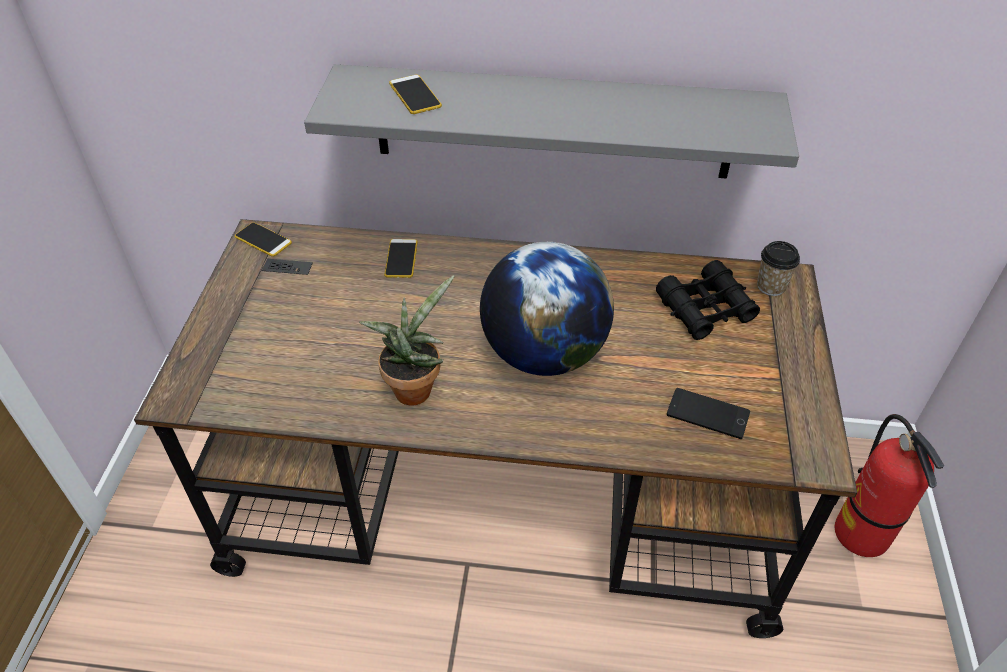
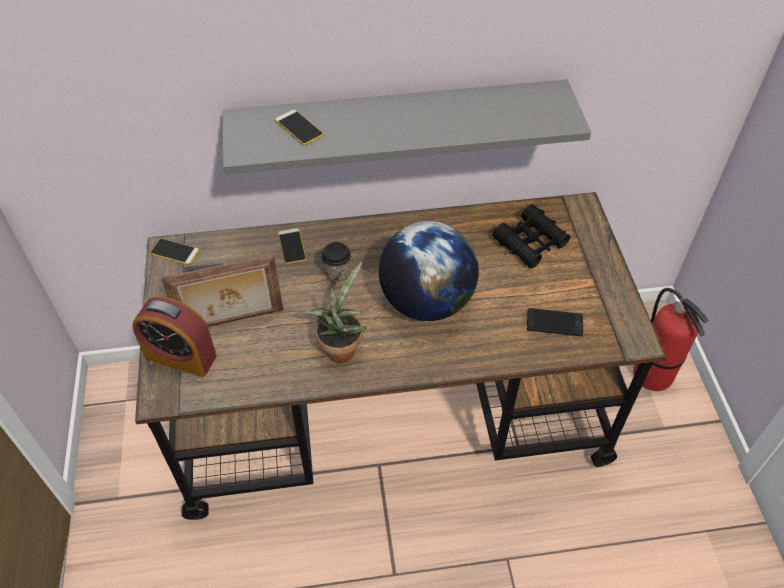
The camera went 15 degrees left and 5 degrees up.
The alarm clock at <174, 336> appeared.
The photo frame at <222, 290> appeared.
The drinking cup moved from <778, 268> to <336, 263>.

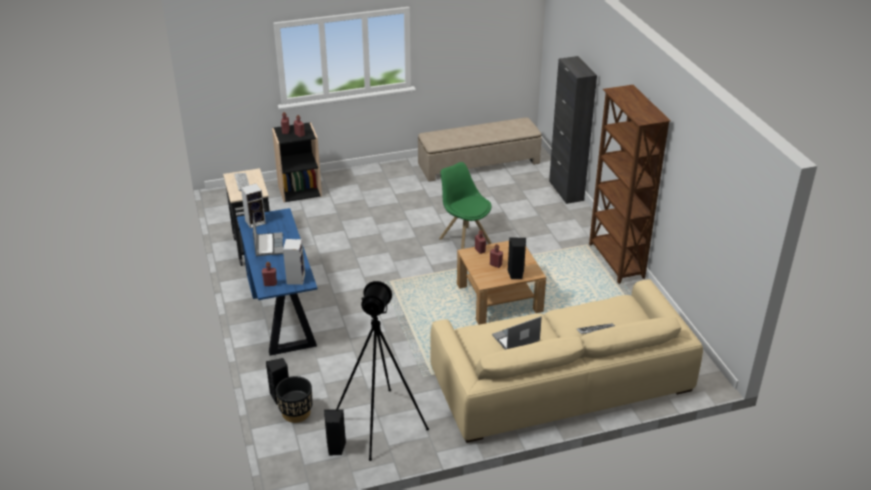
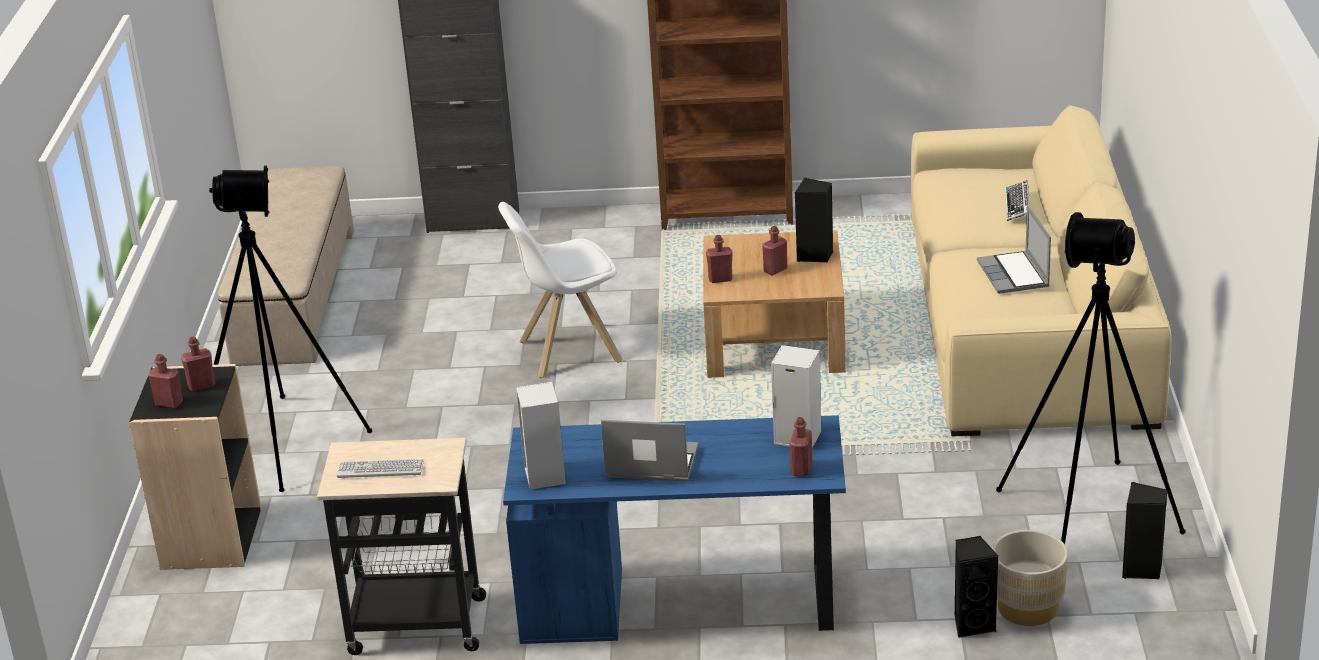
The camera went 70 degrees left and 5 degrees down.
The blackish floor lamp at <290, 329> appeared.
The blackish plant pot at <294, 399> became the beige-coloured plant pot at <1030, 578>.
The green upright chair at <465, 205> became the white upright chair at <560, 290>.

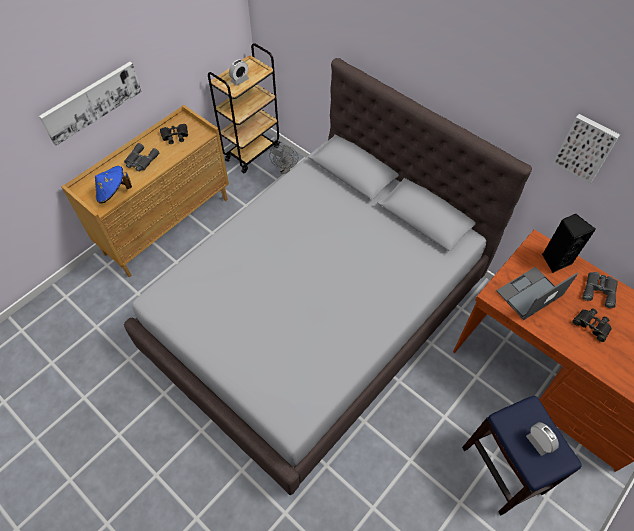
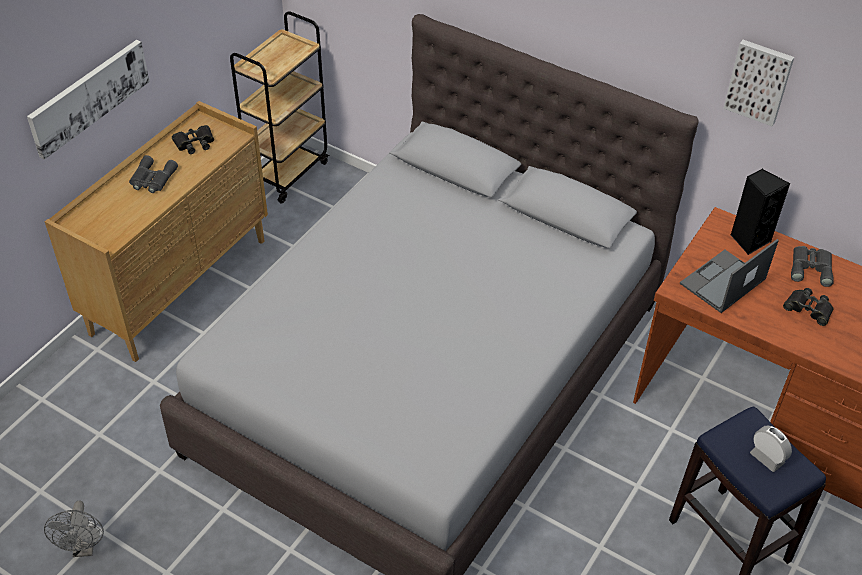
The camera went 10 degrees left and 10 degrees down.
The blue-coloured hat at <113, 184> disappeared.
The alarm clock at <239, 73> disappeared.
The greyish cooling fan moved from <283, 159> to <74, 528>.

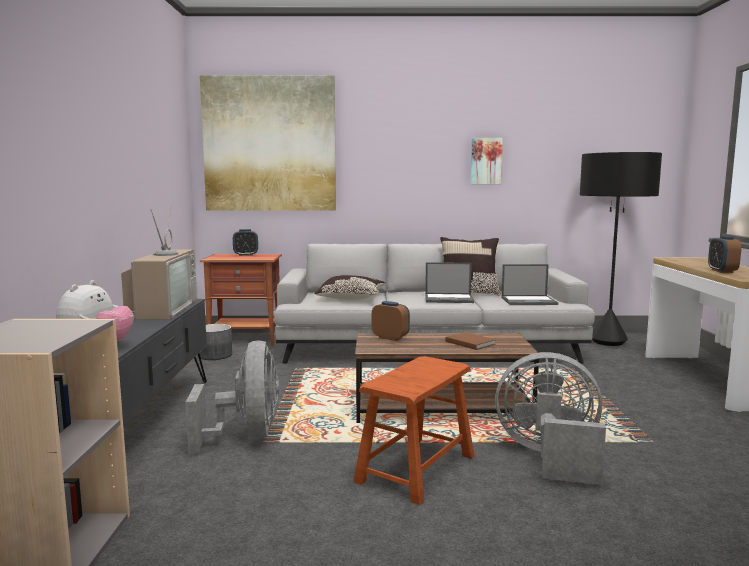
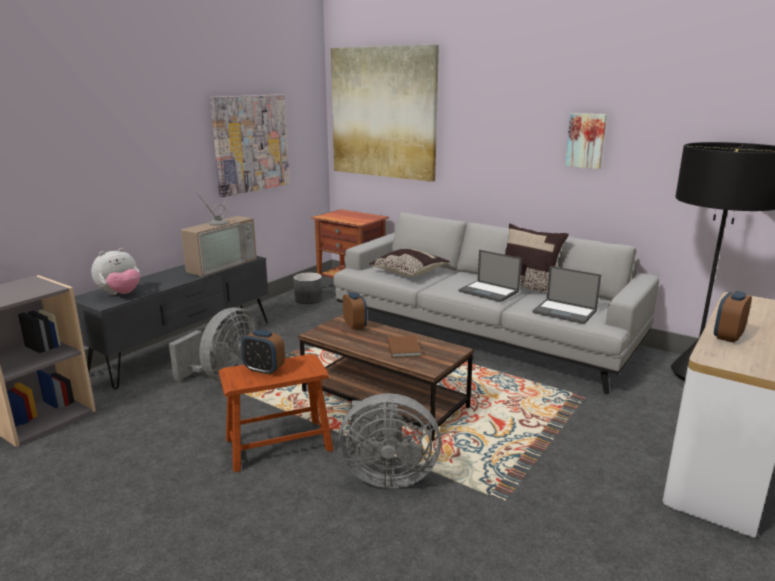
The camera went 35 degrees right and 10 degrees up.
The wall art at <250, 145> appeared.
The alarm clock moved from <245, 242> to <263, 352>.
The greyish cooling fan at <550, 418> turned 135 degrees clockwise.

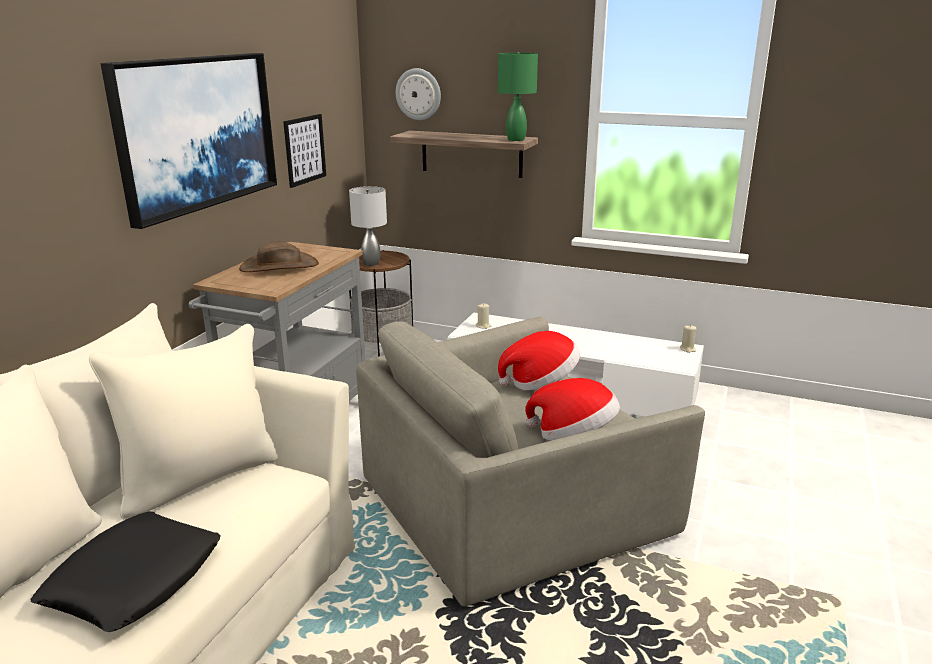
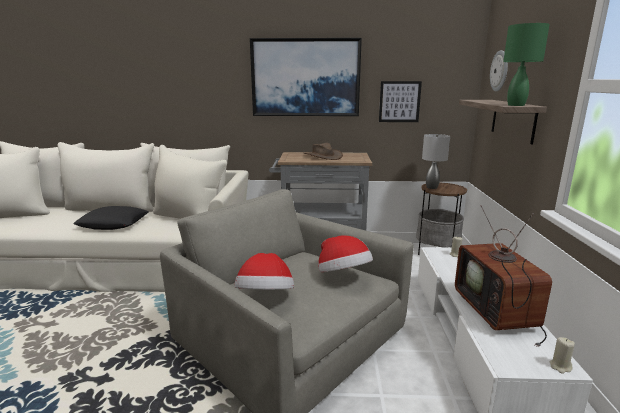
The camera went 70 degrees right and 5 degrees down.
The television at <503, 276> appeared.

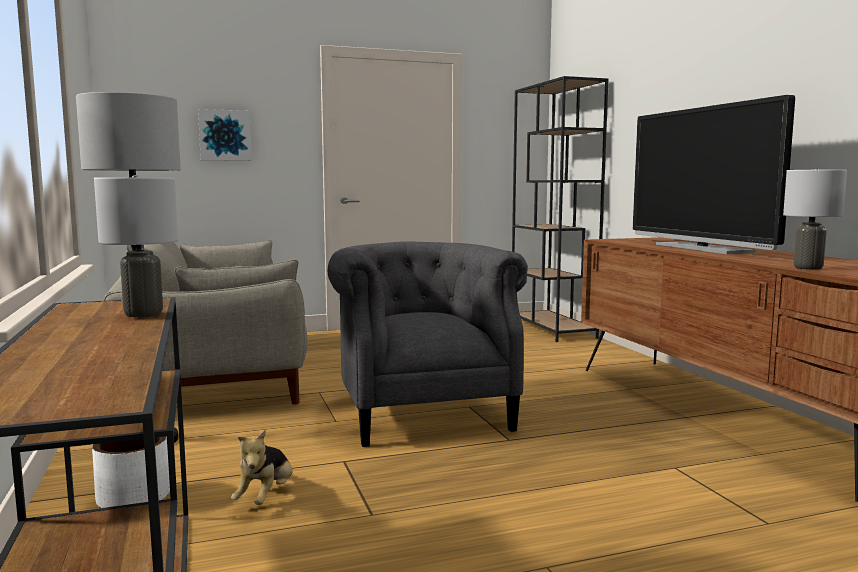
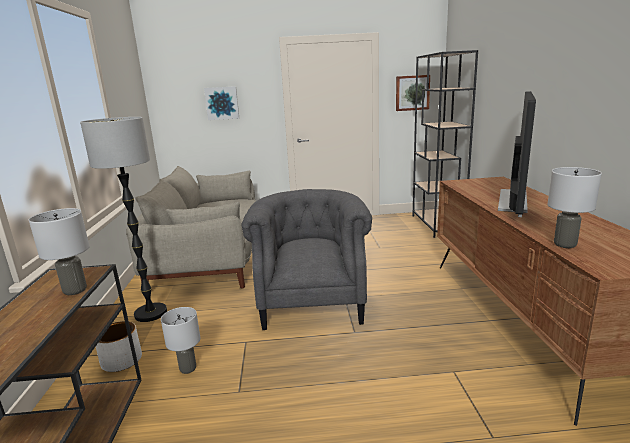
The camera went 15 degrees right and 10 degrees up.
The wall art at <413, 93> appeared.
The cuddly toy at <262, 467> was replaced by the white tabletop lamp at <180, 340>.
The television at <714, 174> turned 150 degrees counterclockwise.

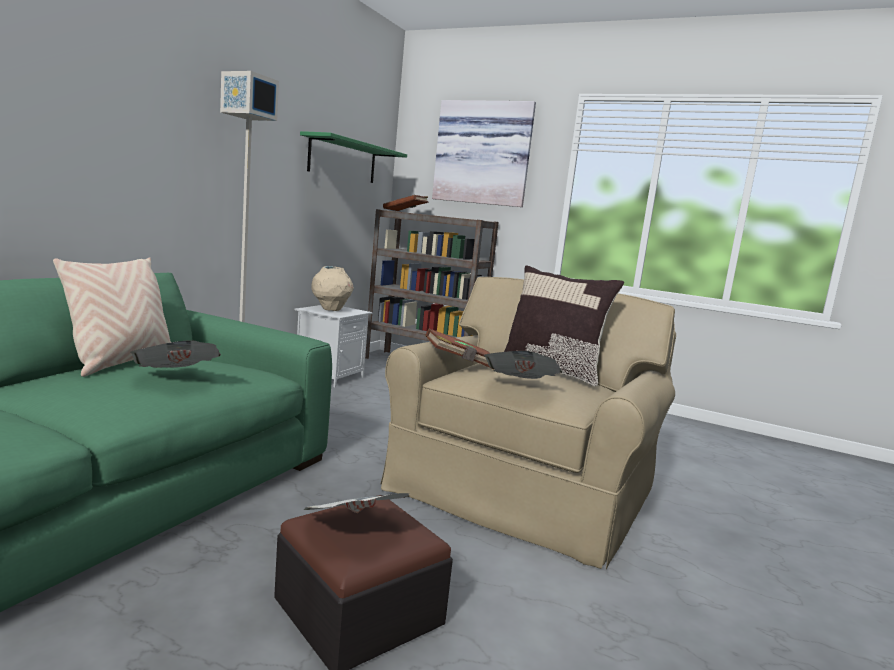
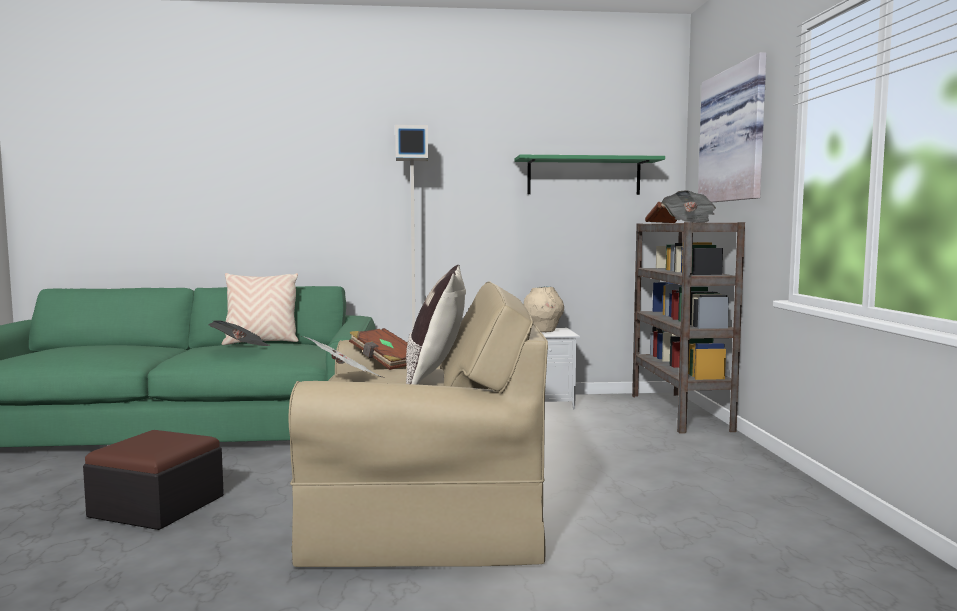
The camera went 60 degrees right and 5 degrees down.
The daily paper moved from <356, 503> to <689, 206>.

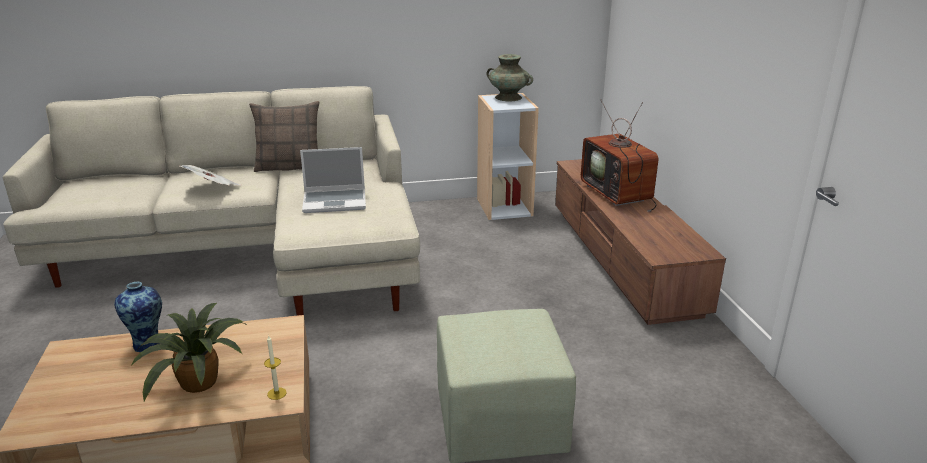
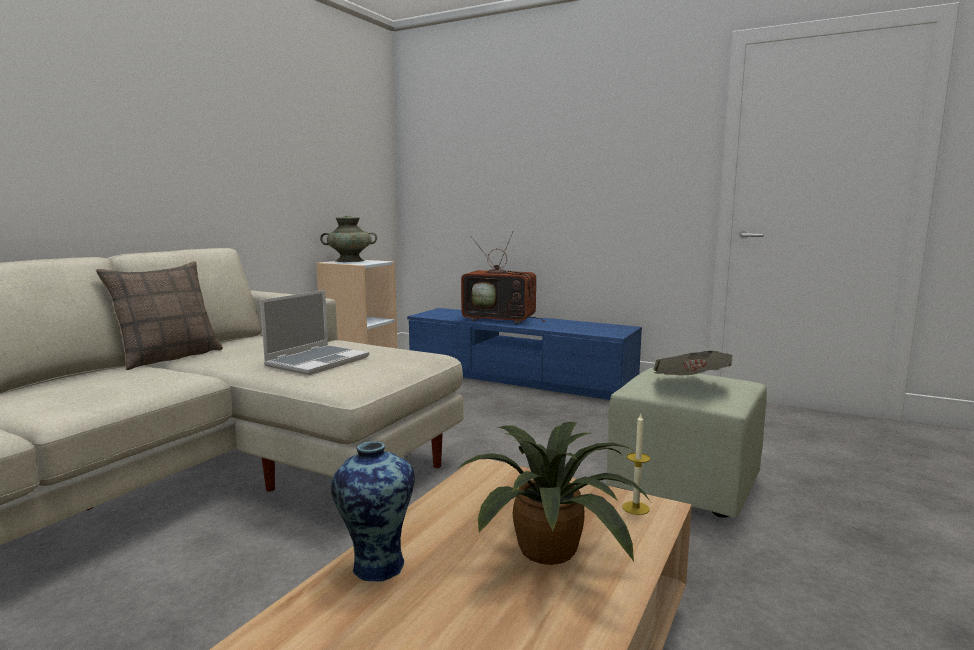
The camera went 50 degrees left and 15 degrees down.
The daily paper moved from <210, 175> to <693, 363>.
The brown media console at <640, 242> became the blue-coloured media console at <524, 354>.

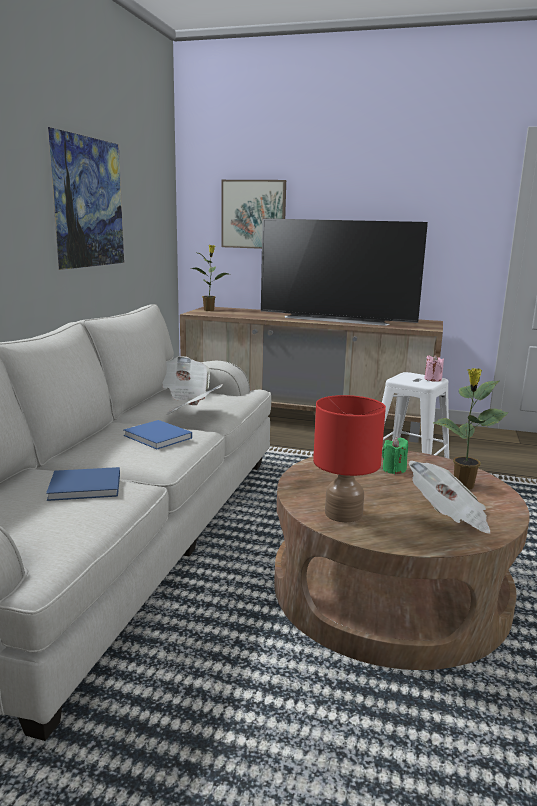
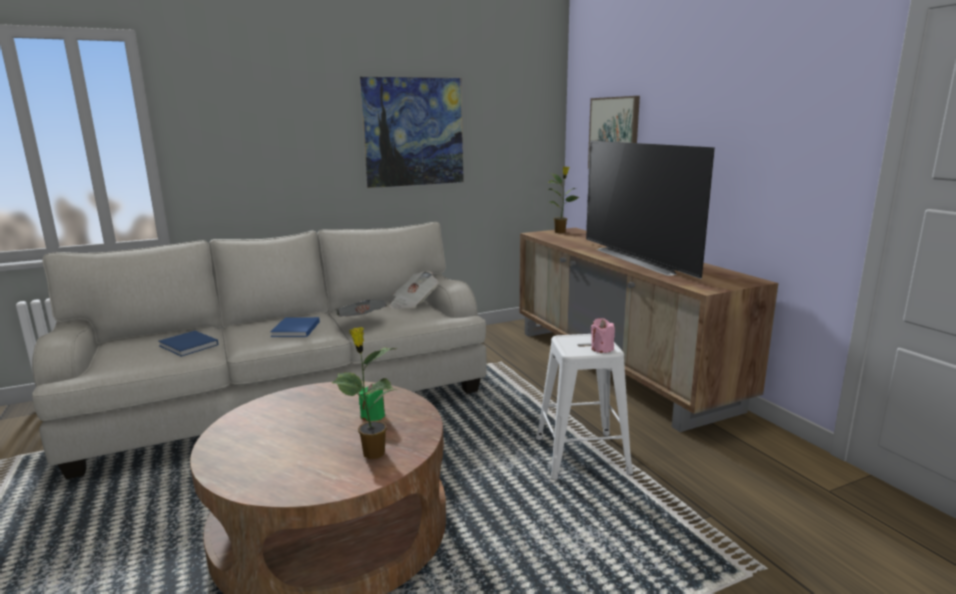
The camera went 50 degrees right and 0 degrees up.
The reddish tabletop lamp at <349, 458> disappeared.
The daily paper at <449, 497> disappeared.

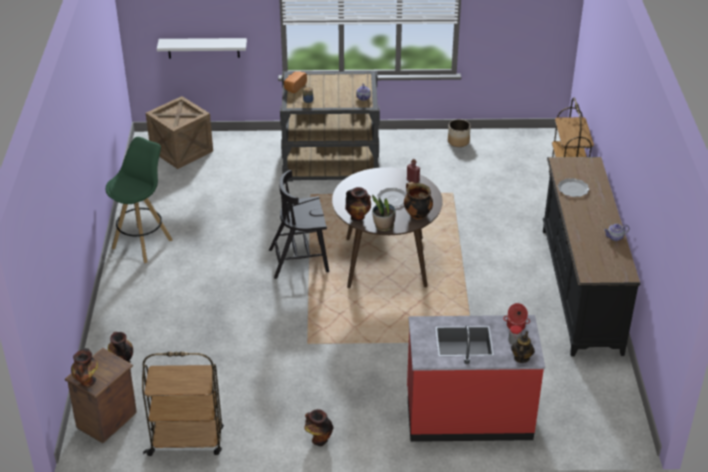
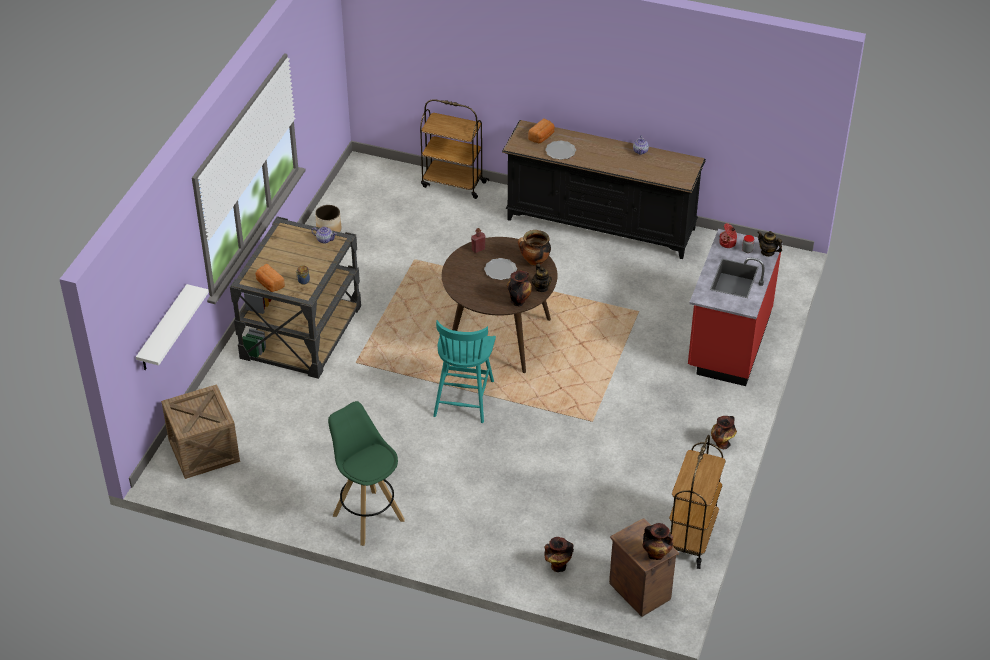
The camera went 70 degrees left and 5 degrees up.
The bread at <541, 130> appeared.
The potted plant at <384, 213> was replaced by the teapot at <542, 277>.
The blackish upright chair at <299, 224> became the blue-green upright chair at <464, 371>.

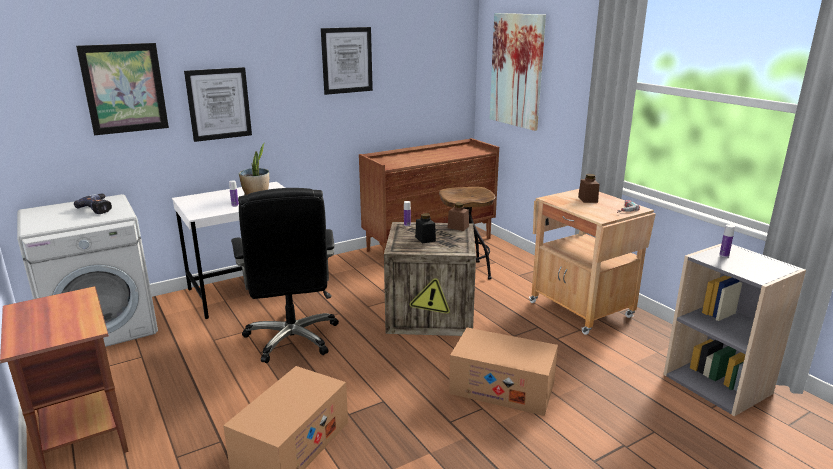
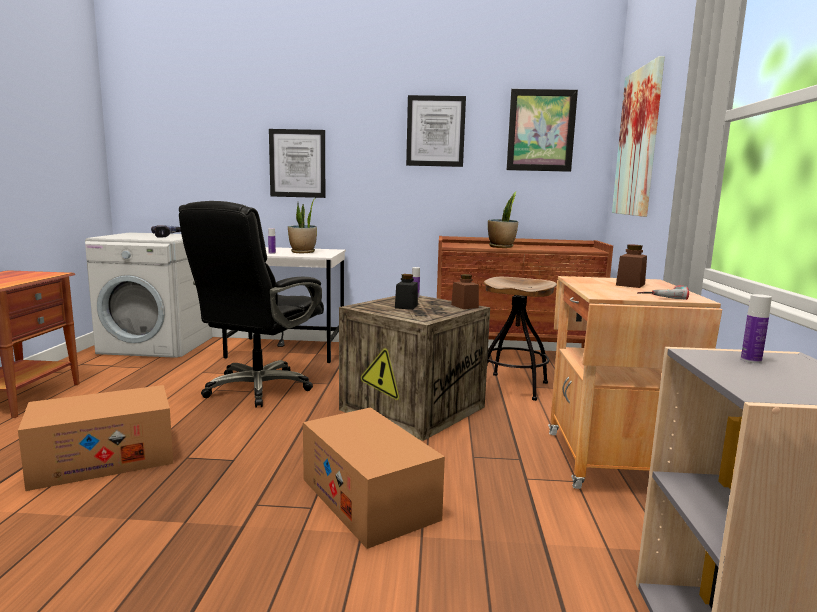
The camera went 35 degrees right and 10 degrees down.
The potted plant at <503, 220> appeared.
The wall art moved from <122, 89> to <542, 130>.

